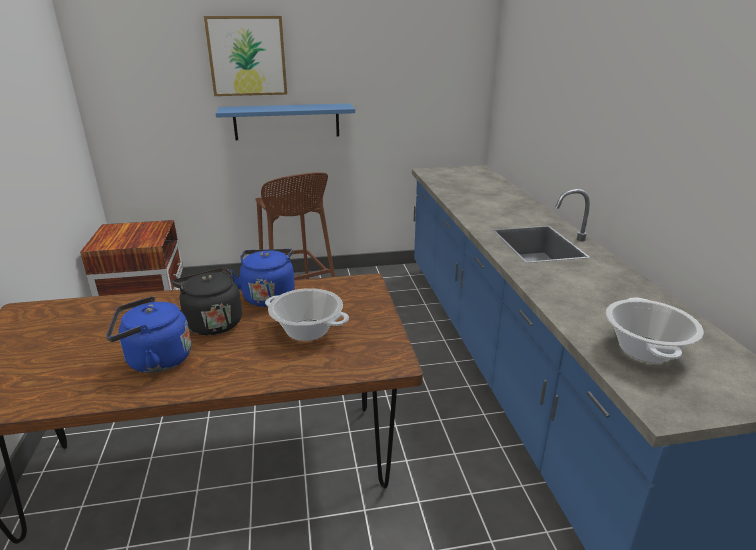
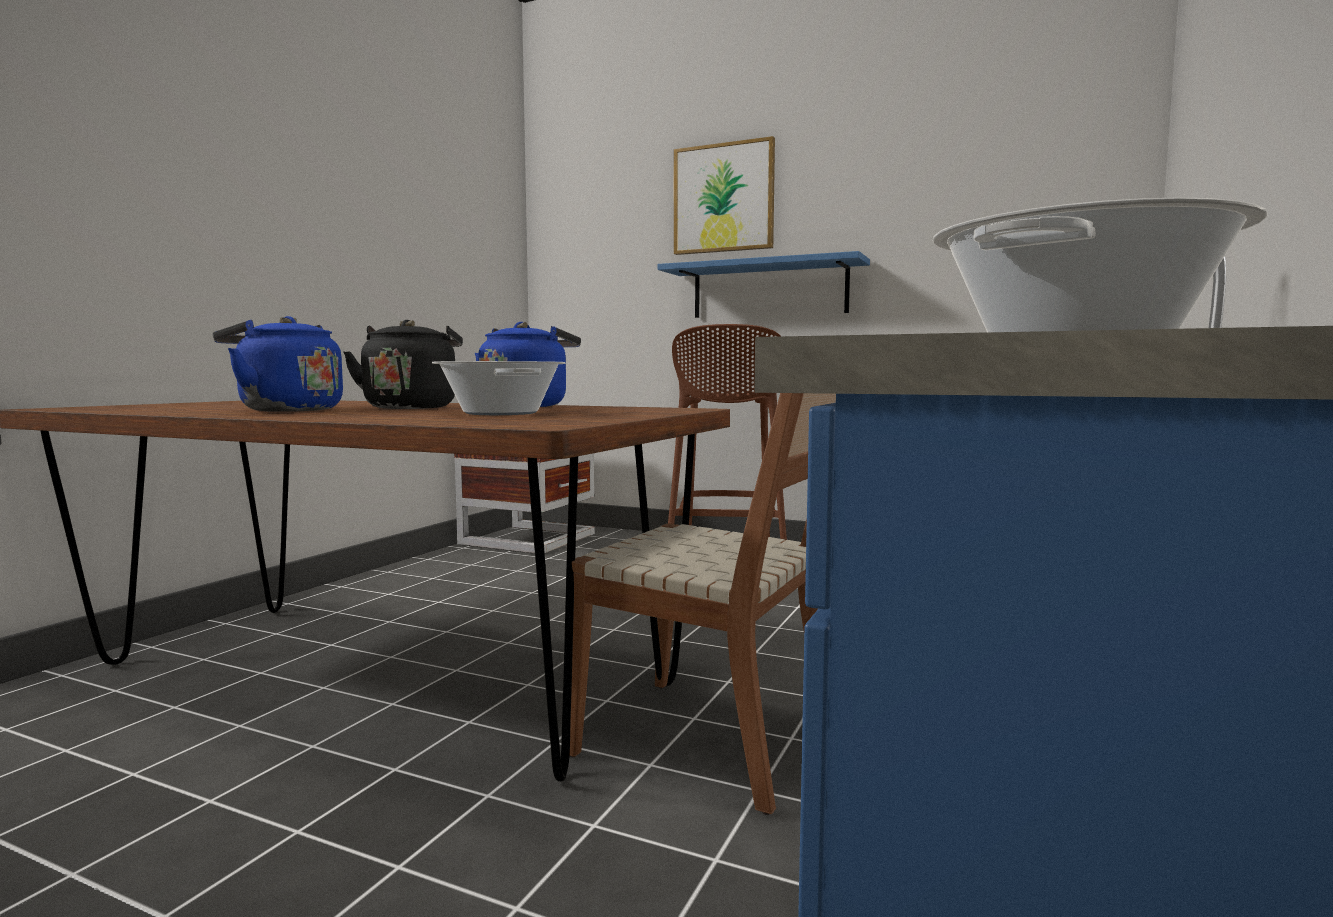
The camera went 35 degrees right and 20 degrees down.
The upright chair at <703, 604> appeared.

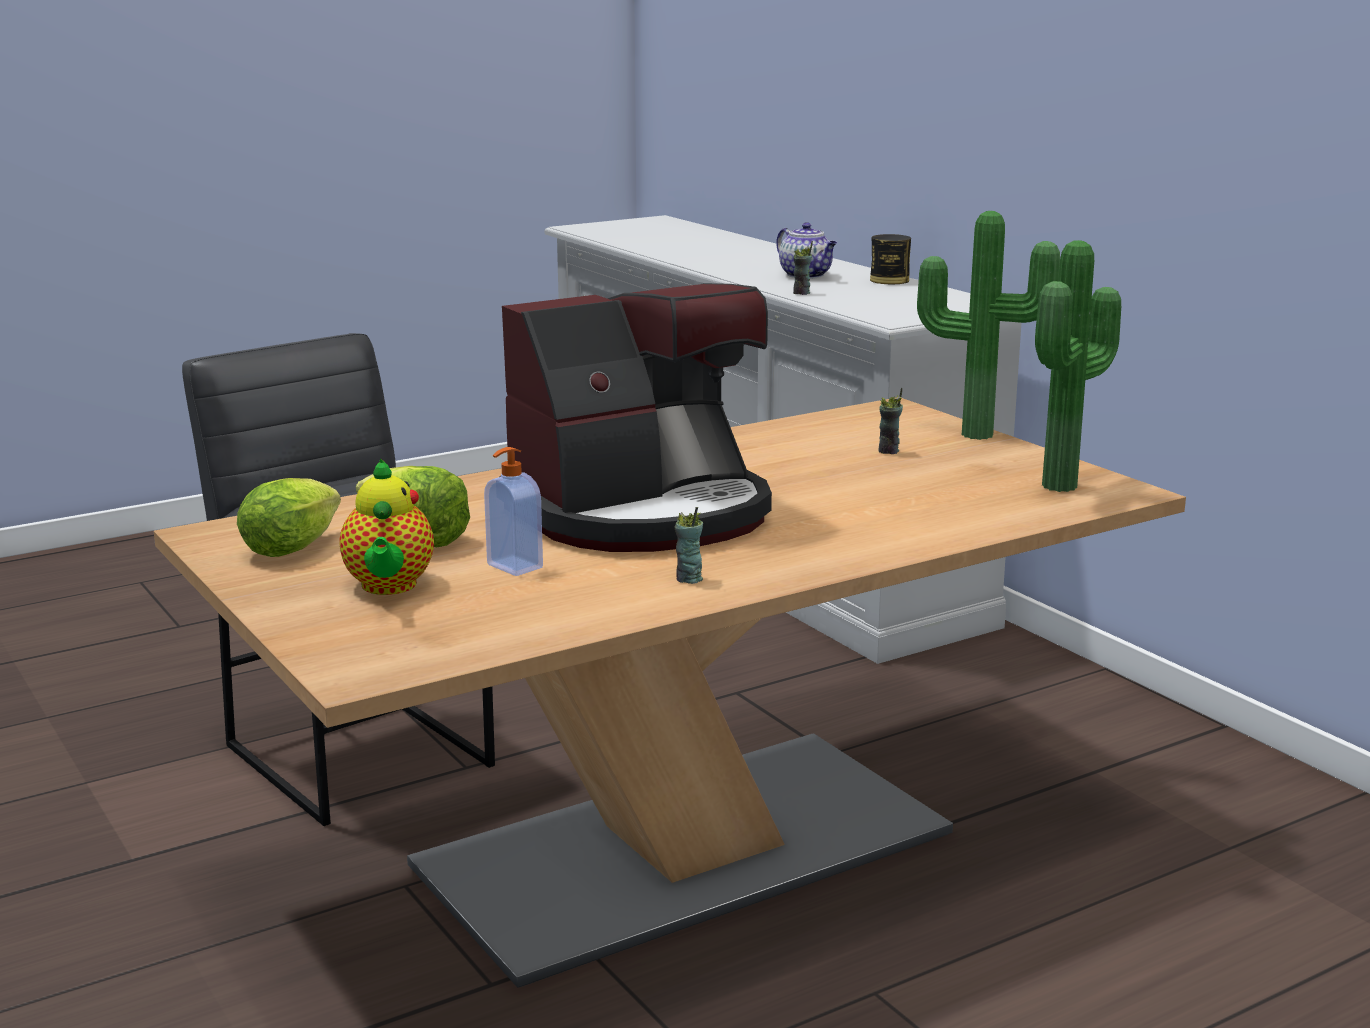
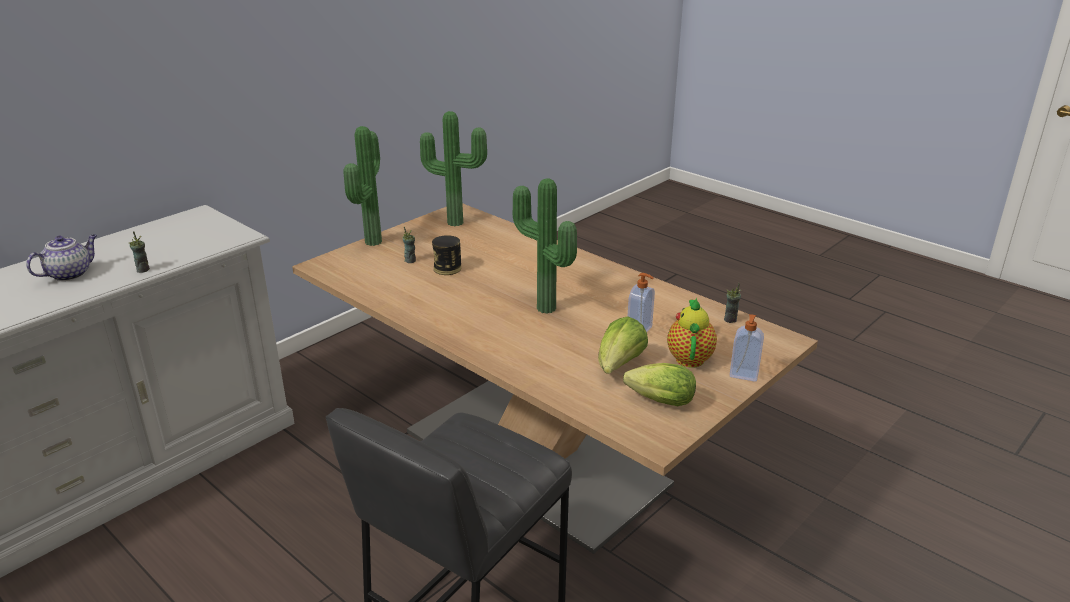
The camera went 105 degrees left and 10 degrees up.
The liquid soap bottle at <746, 348> appeared.
The drinking cup moved from <689, 545> to <732, 303>.
The sealed can moved from <890, 259> to <446, 255>.
The coffee brewer at <636, 417> was replaced by the potted plant at <545, 246>.
The teapot at <386, 526> turned 60 degrees counterclockwise.

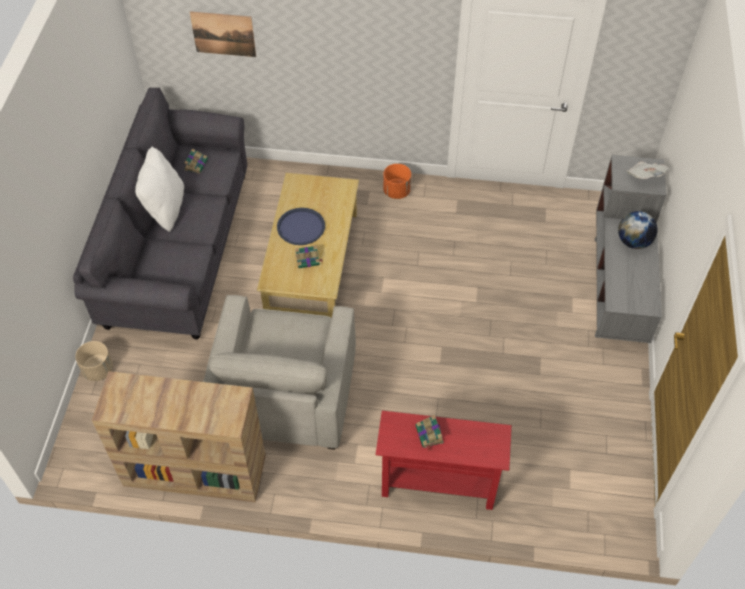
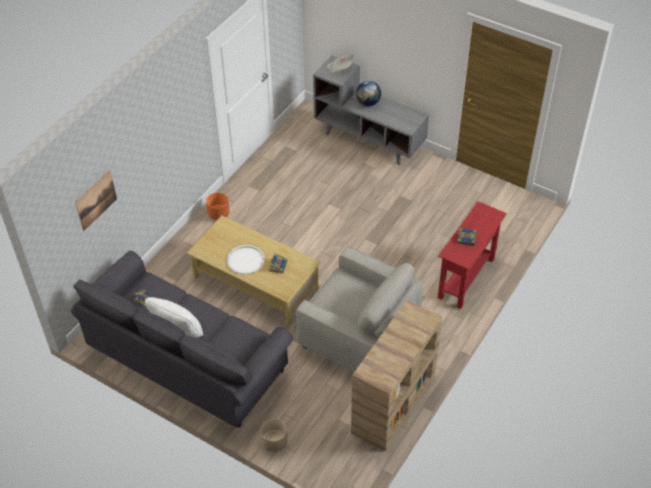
The camera went 65 degrees left and 5 degrees down.
The blue-coloured tray at <301, 226> became the white tray at <246, 259>.

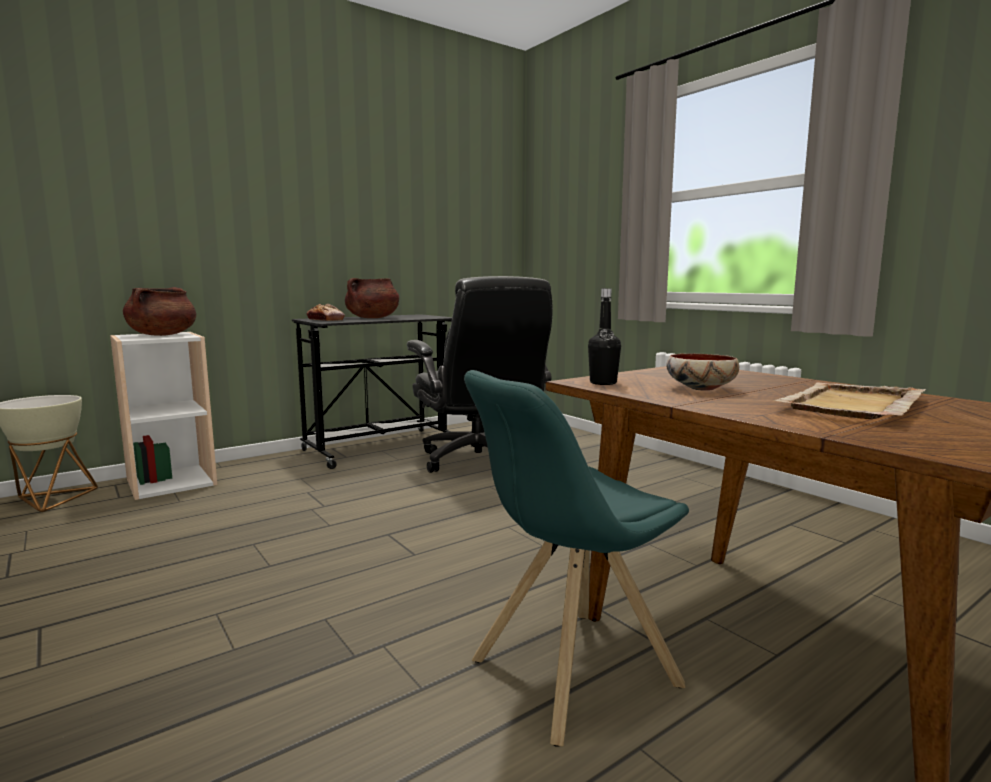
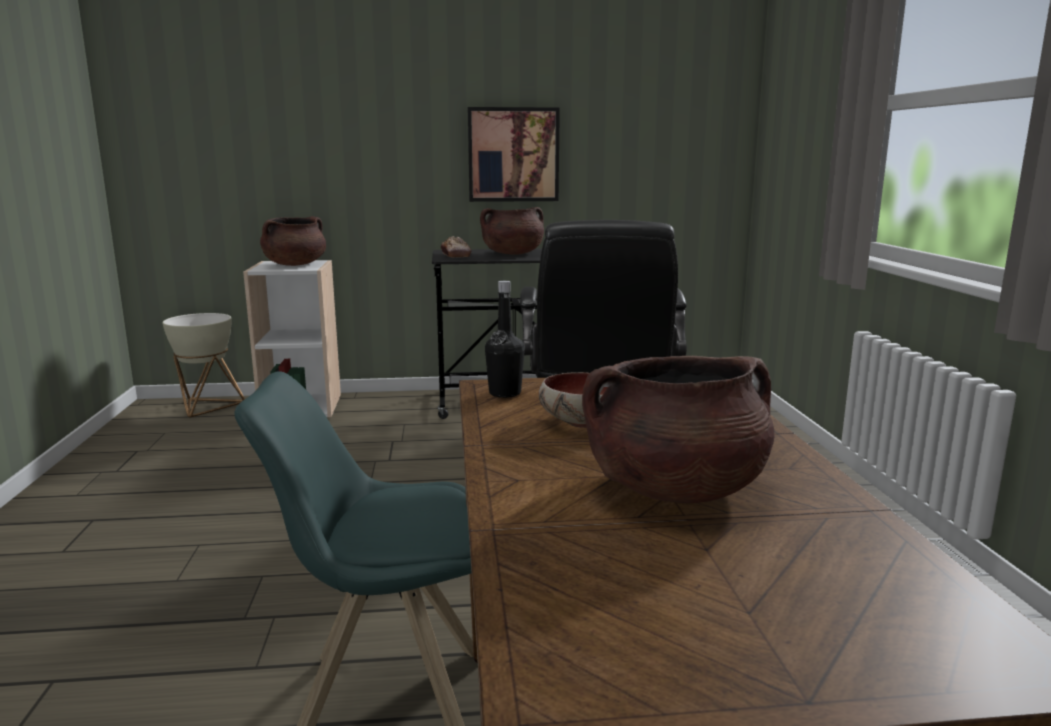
The camera went 30 degrees right and 5 degrees up.
The wall art at <514, 154> appeared.
The beige-coloured tray at <849, 401> was replaced by the brown saucepot at <678, 429>.

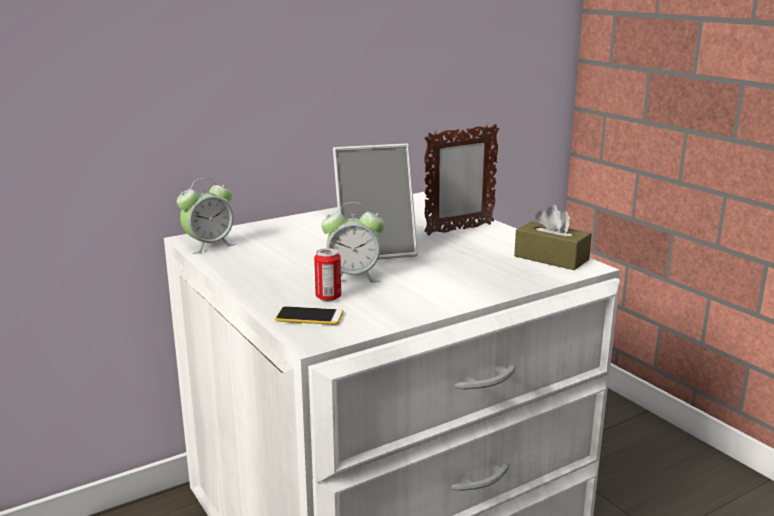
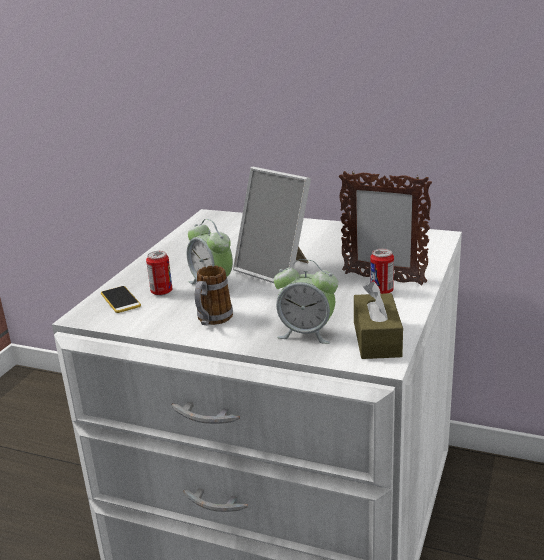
The camera went 55 degrees right and 5 degrees up.
The tea mug at <214, 295> appeared.
The sealed can at <382, 271> appeared.
The alarm clock moved from <206, 216> to <306, 301>.

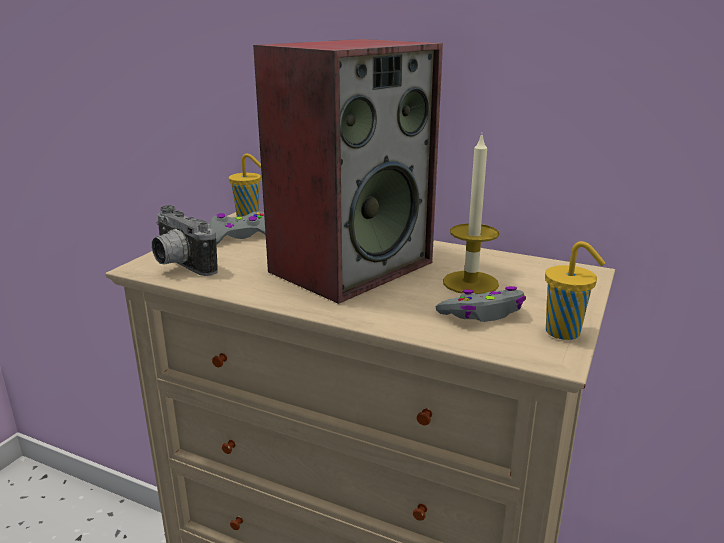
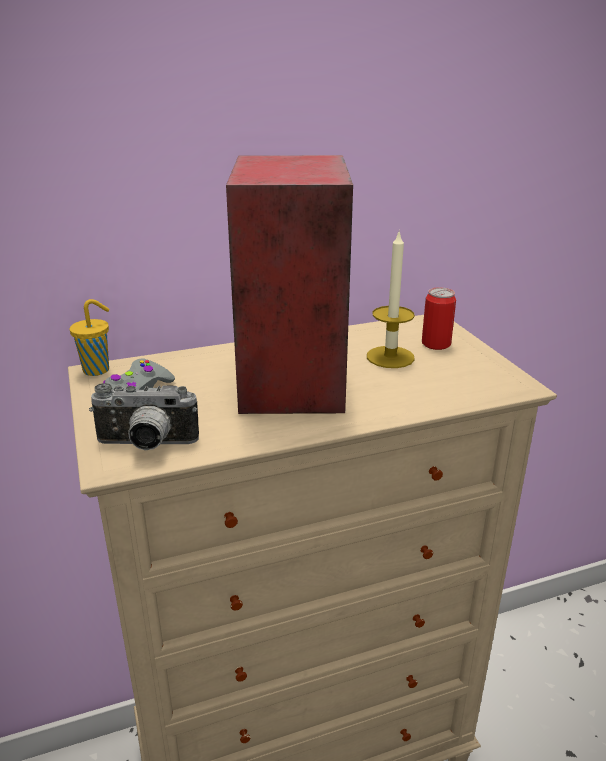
The camera went 45 degrees left and 5 degrees up.
The greyish joypad at <480, 304> disappeared.
The yellowish drinking cup at <575, 290> disappeared.
The sealed can at <439, 318> appeared.

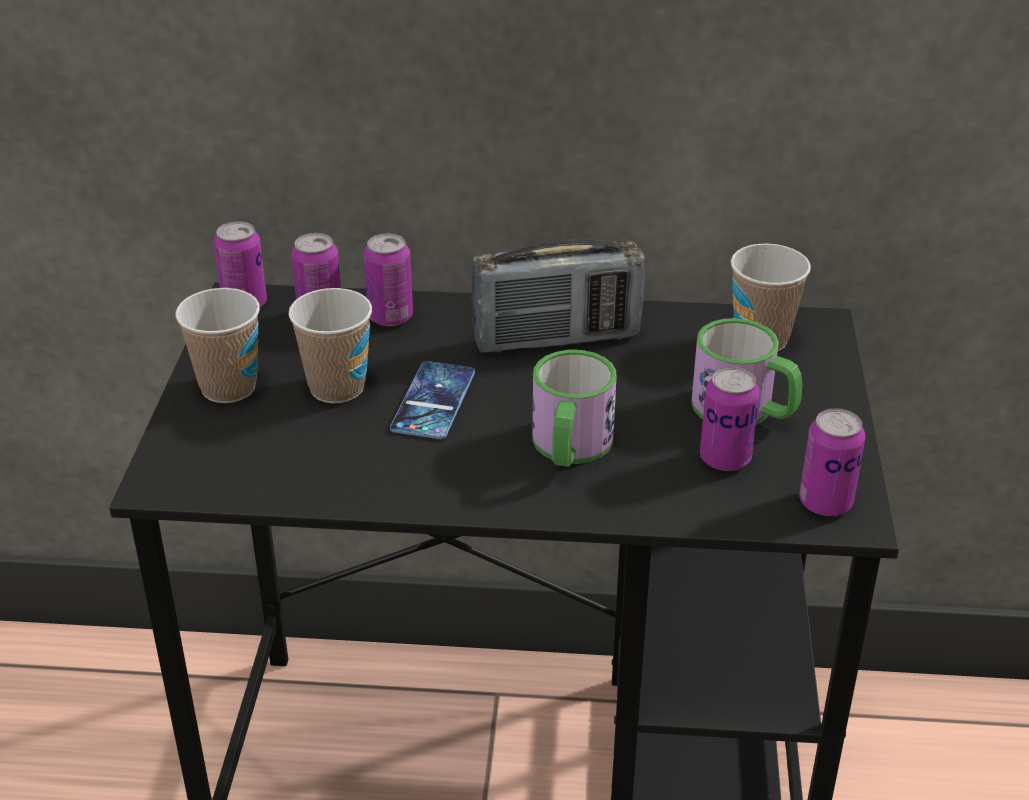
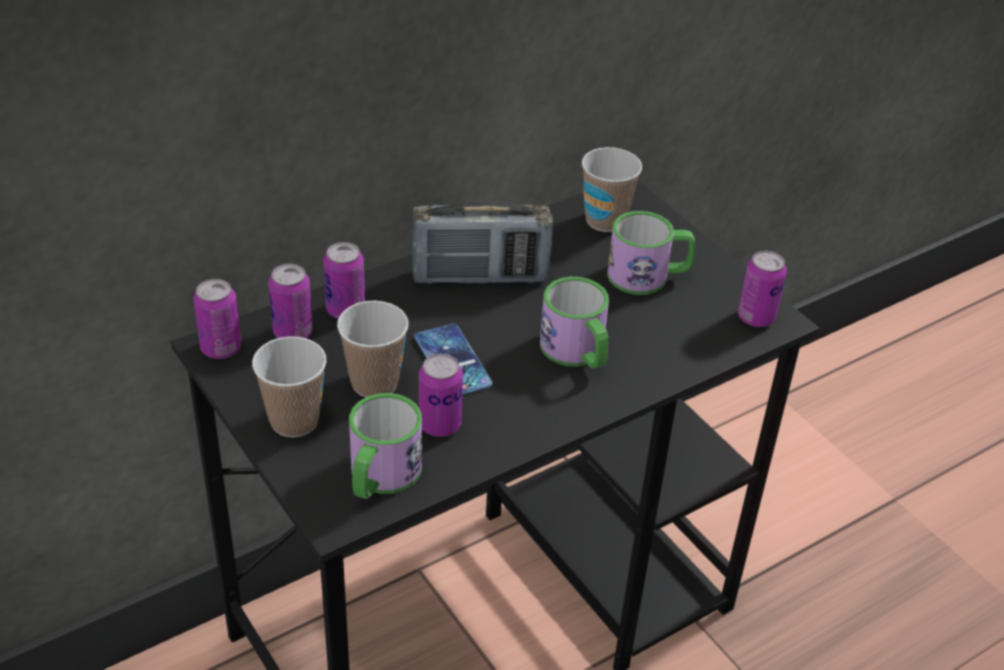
The camera went 40 degrees left and 5 degrees up.
The tea mug at <385, 446> appeared.
The sealed can moved from <730, 419> to <441, 395>.
The radio receiver at <558, 296> turned 45 degrees clockwise.

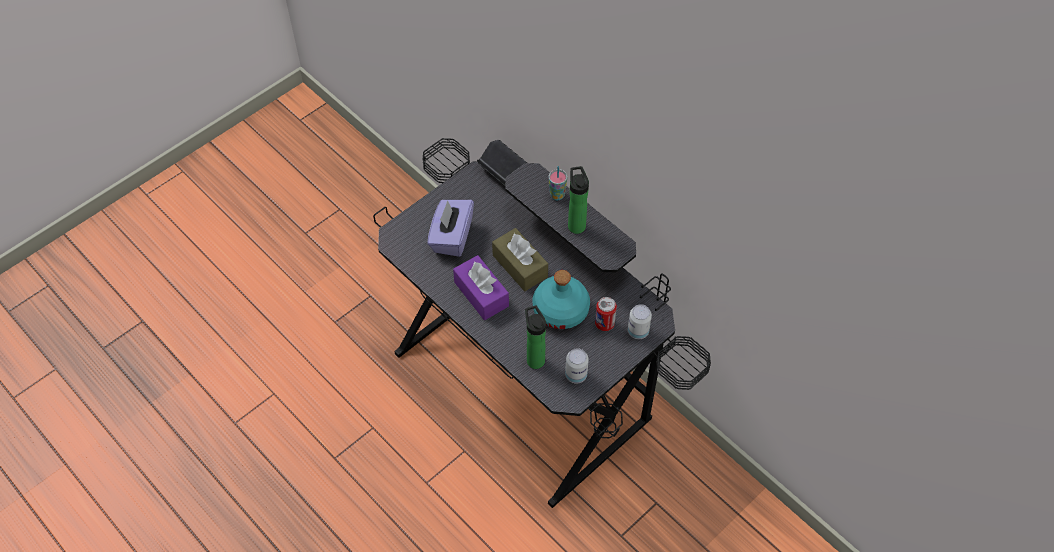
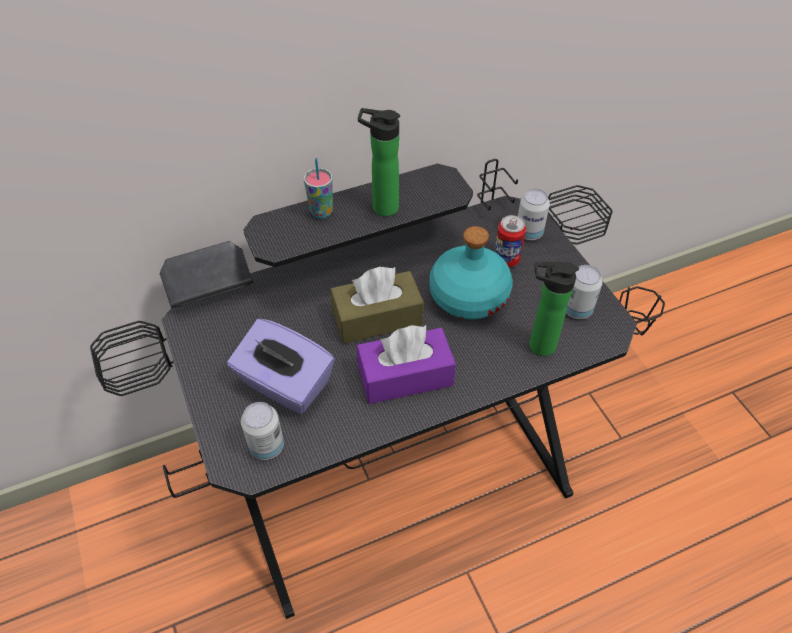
The camera went 70 degrees left and 5 degrees down.
The sealed can at <262, 431> appeared.

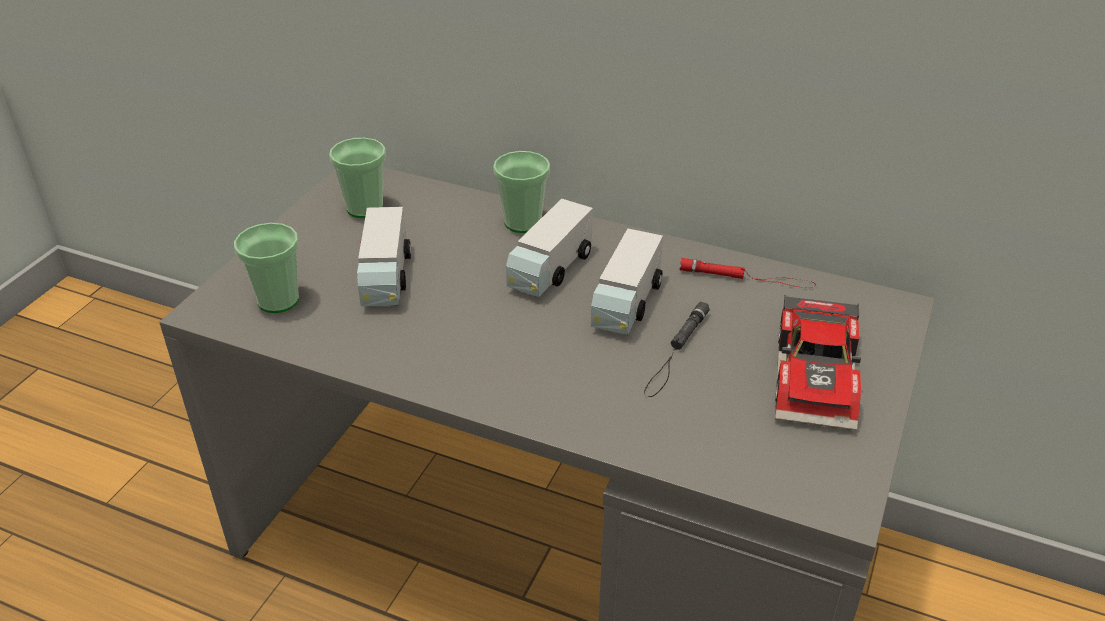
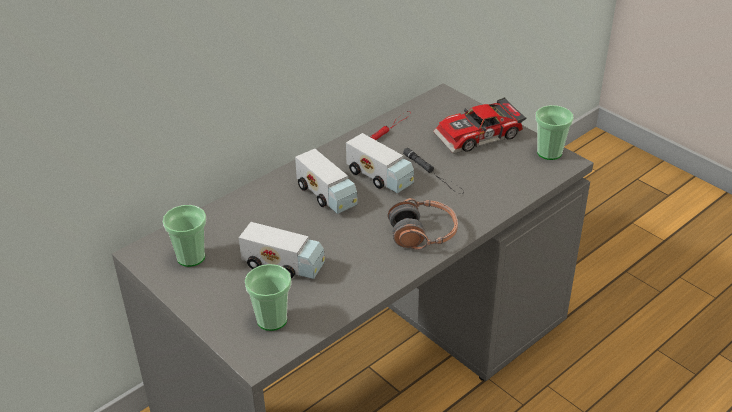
The camera went 65 degrees left and 0 degrees up.
The headset at <423, 224> appeared.
The drinking cup moved from <521, 192> to <554, 132>.
The toy car at <818, 362> turned 120 degrees clockwise.

